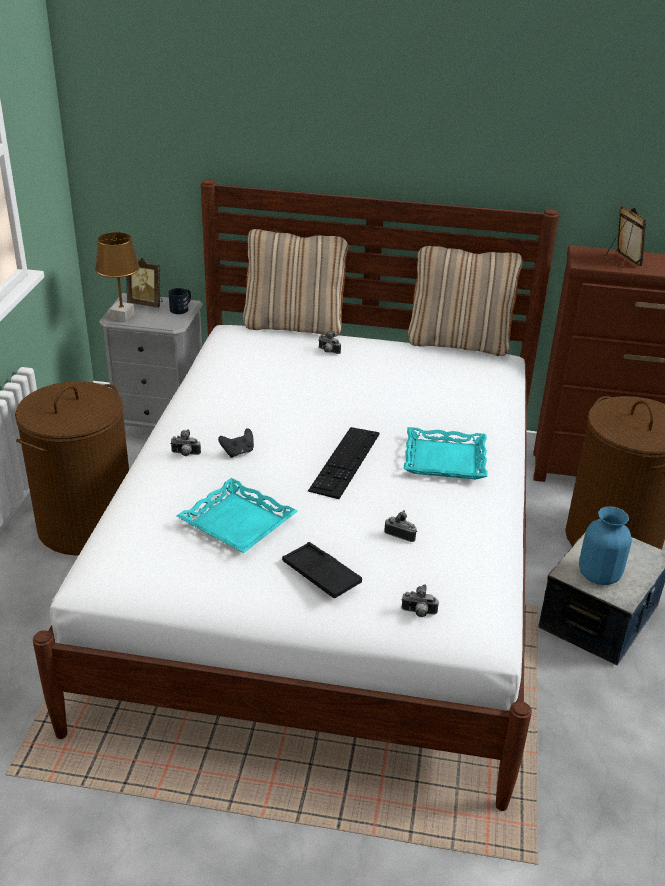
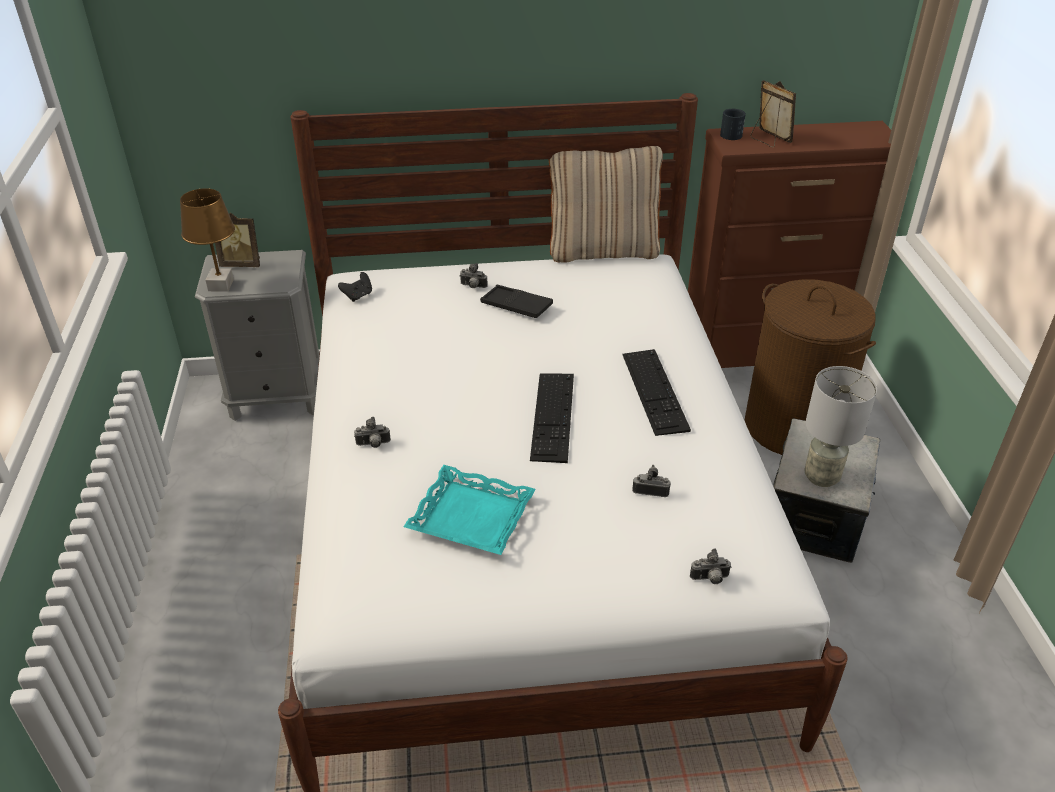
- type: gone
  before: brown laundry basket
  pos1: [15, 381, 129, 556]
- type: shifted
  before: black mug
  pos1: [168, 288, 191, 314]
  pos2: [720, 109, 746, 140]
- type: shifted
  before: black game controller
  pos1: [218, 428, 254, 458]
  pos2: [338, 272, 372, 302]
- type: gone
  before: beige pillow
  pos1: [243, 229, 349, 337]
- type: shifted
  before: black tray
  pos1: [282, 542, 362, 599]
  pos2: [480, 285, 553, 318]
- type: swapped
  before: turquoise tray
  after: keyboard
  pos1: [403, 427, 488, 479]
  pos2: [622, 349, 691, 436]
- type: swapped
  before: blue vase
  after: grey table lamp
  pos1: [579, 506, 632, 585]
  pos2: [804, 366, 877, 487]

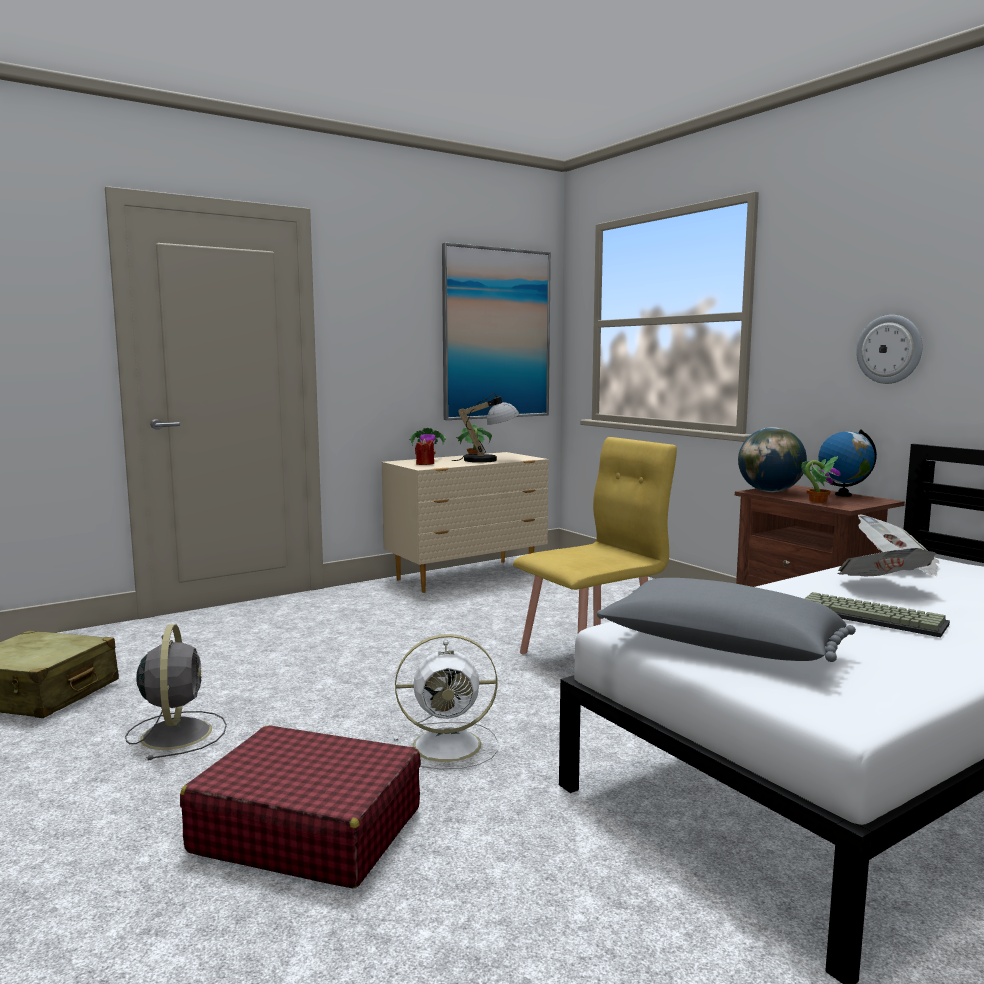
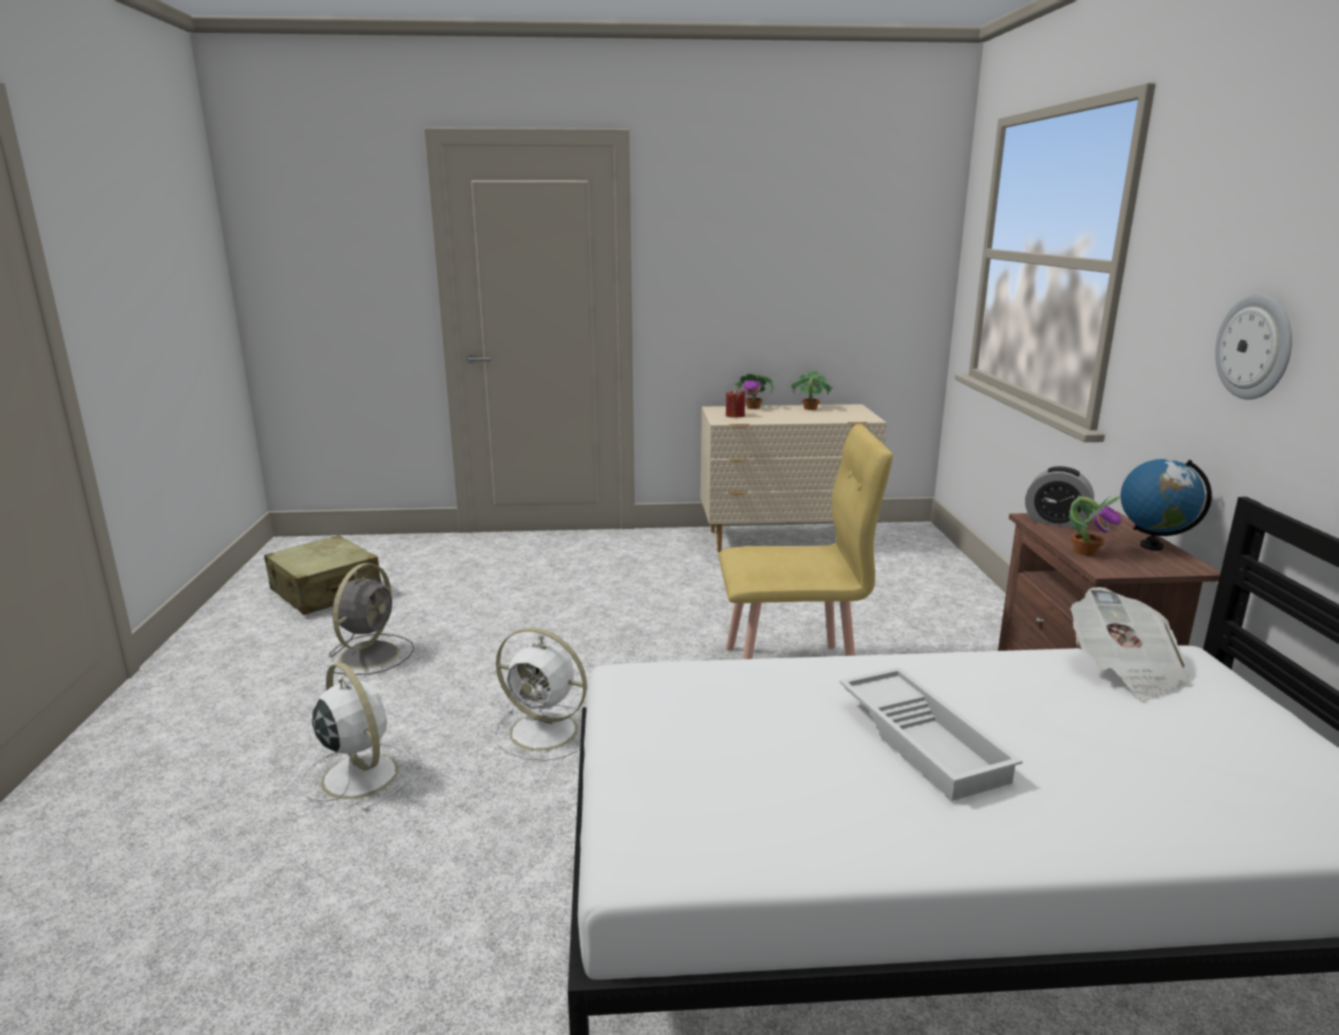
- type: swapped
  before: red suitcase
  after: white fan
  pos1: [180, 725, 421, 888]
  pos2: [299, 663, 415, 811]
- type: gone
  before: picture
  pos1: [442, 243, 551, 420]
- type: gone
  before: table lamp
  pos1: [452, 393, 520, 463]
- type: gone
  before: grey pillow
  pos1: [597, 578, 856, 662]
- type: swapped
  before: globe
  after: alarm clock
  pos1: [738, 427, 807, 492]
  pos2: [1025, 466, 1094, 528]
- type: swapped
  before: keyboard
  after: white tray
  pos1: [804, 592, 950, 637]
  pos2: [839, 667, 1023, 801]
- type: gone
  before: newspaper
  pos1: [837, 548, 936, 576]

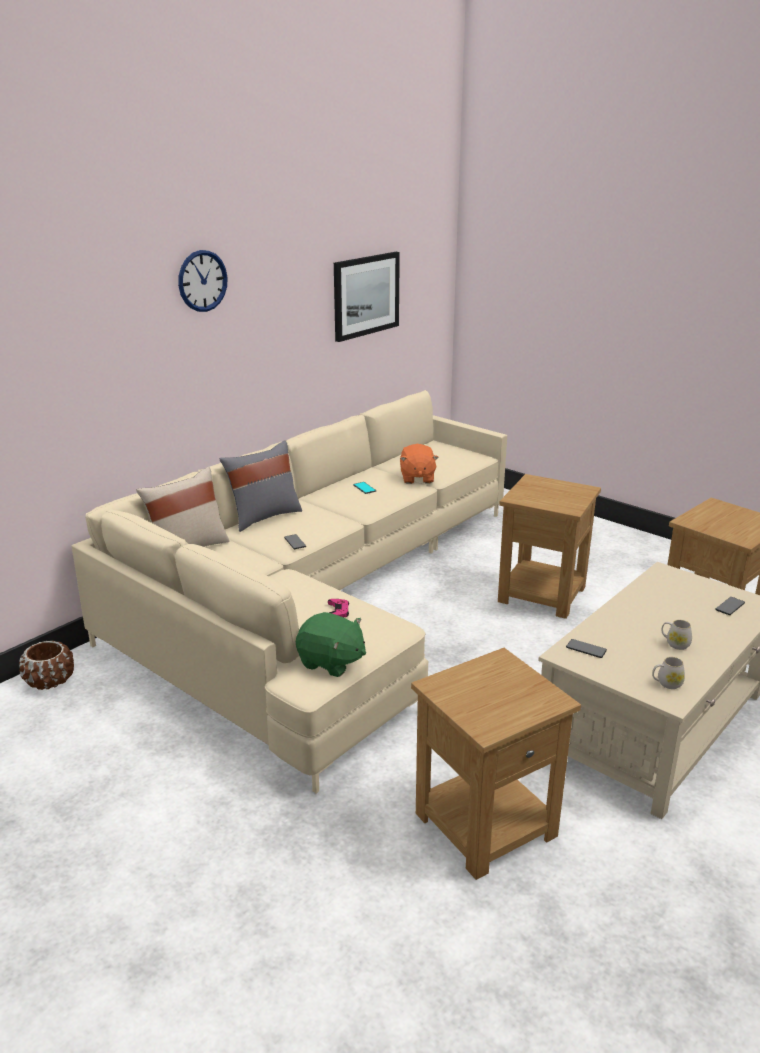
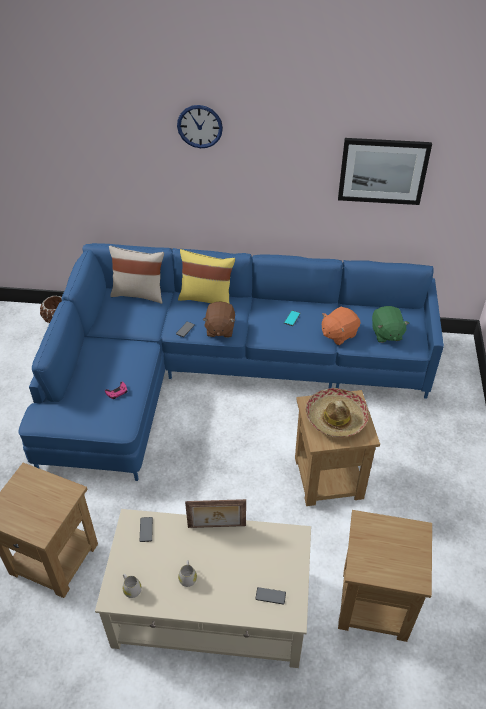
- type: repainted
  before: beige sofa
  after: blue sofa
  pos1: [71, 390, 507, 793]
  pos2: [18, 243, 444, 481]
- type: repainted
  before: grey pillow
  after: yellow pillow
  pos1: [219, 440, 302, 532]
  pos2: [178, 249, 235, 304]
- type: shifted
  before: green plush toy
  pos1: [296, 612, 366, 677]
  pos2: [372, 306, 409, 343]
- type: new
  after: picture frame
  pos2: [185, 499, 246, 528]
- type: new
  after: brown plush toy
  pos2: [203, 301, 235, 338]
- type: new
  after: hat
  pos2: [306, 388, 369, 437]

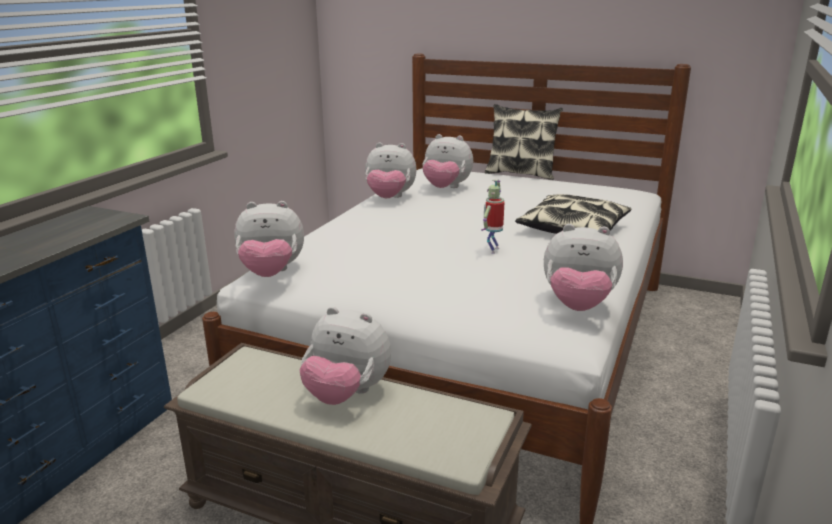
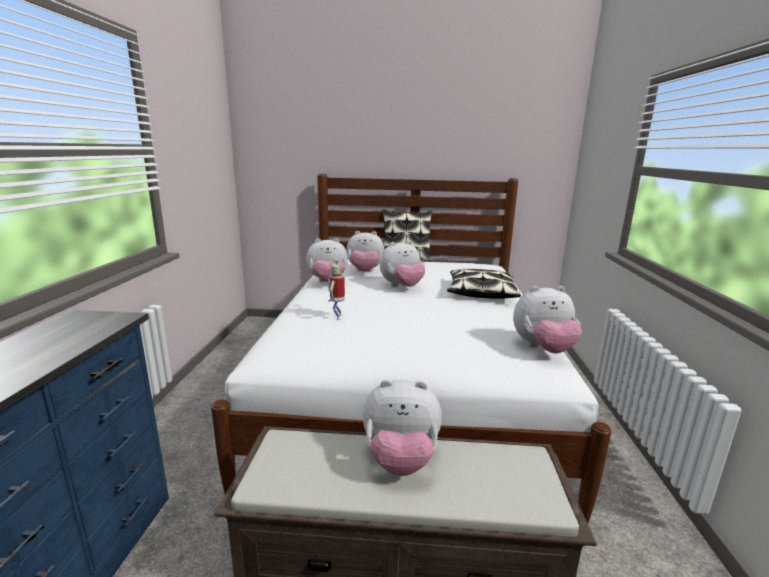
- type: shifted
  before: plush toy
  pos1: [234, 201, 304, 277]
  pos2: [380, 241, 425, 287]
- type: shifted
  before: toy robot
  pos1: [481, 179, 505, 254]
  pos2: [328, 259, 345, 319]

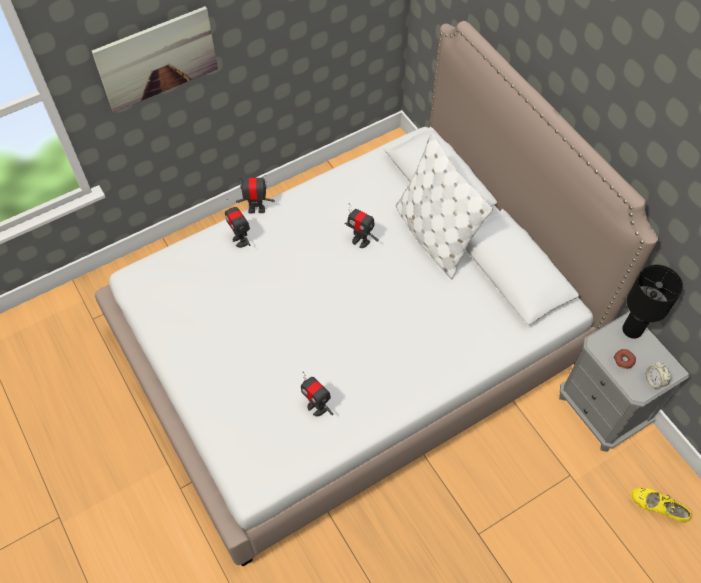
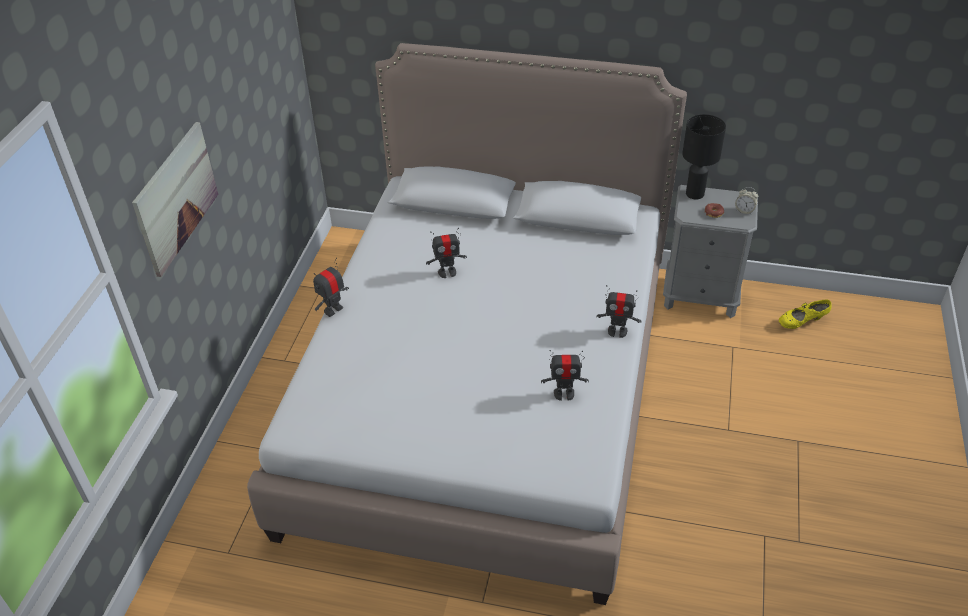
- type: shifted
  before: toy robot
  pos1: [225, 199, 250, 248]
  pos2: [597, 285, 641, 338]
- type: gone
  before: white pillow
  pos1: [396, 134, 493, 279]

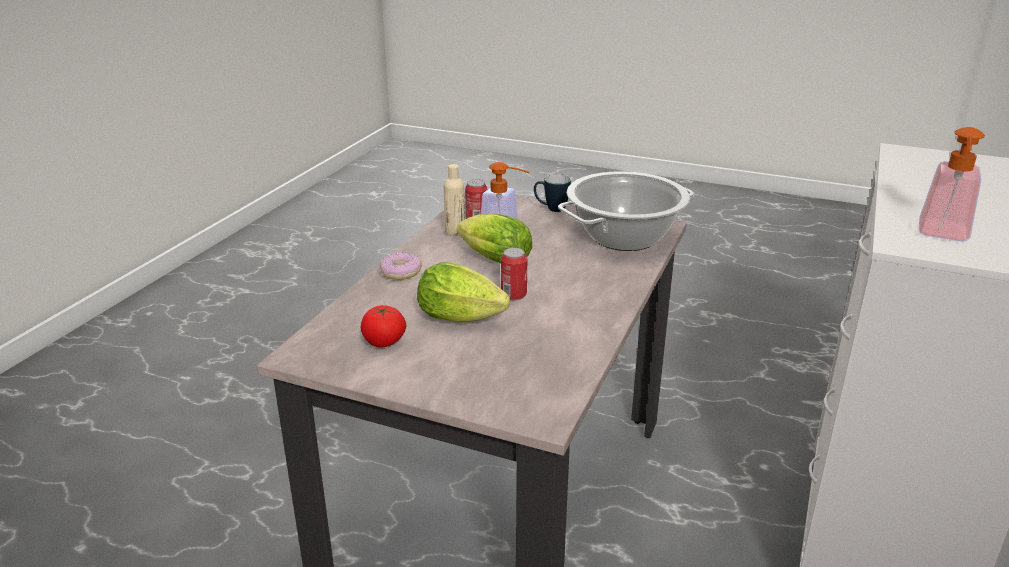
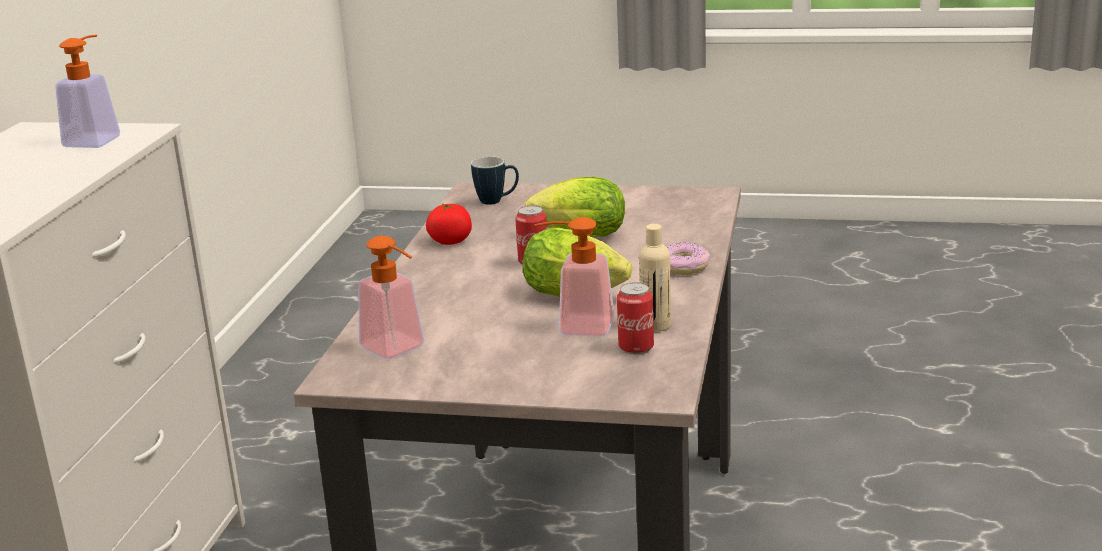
- type: shifted
  before: tomato
  pos1: [361, 305, 406, 348]
  pos2: [426, 204, 472, 245]
- type: shifted
  before: mug
  pos1: [534, 174, 571, 212]
  pos2: [471, 157, 519, 205]
- type: swapped
  before: cooking pot
  after: soap dispenser
  pos1: [558, 171, 694, 251]
  pos2: [358, 236, 424, 359]

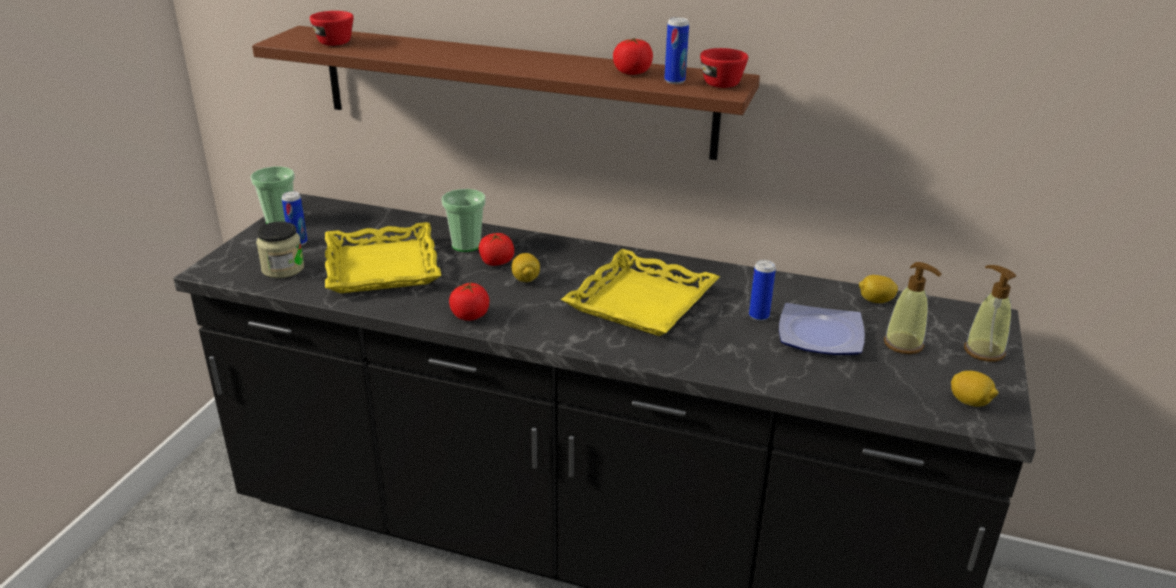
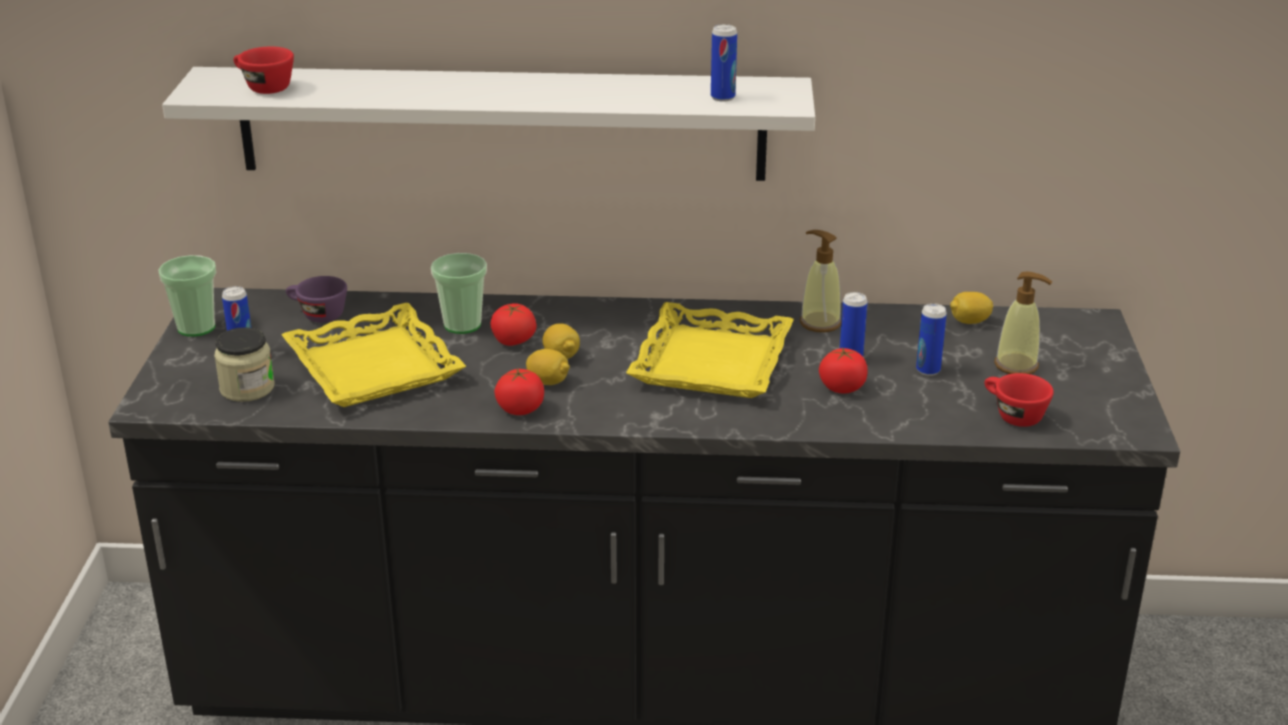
- type: repainted
  before: brown shelf
  after: white shelf
  pos1: [252, 26, 760, 160]
  pos2: [162, 67, 815, 181]
- type: shifted
  before: tomato
  pos1: [613, 38, 653, 75]
  pos2: [819, 347, 868, 393]
- type: shifted
  before: red cup
  pos1: [700, 48, 748, 88]
  pos2: [984, 373, 1054, 427]
- type: swapped
  before: plate
  after: can
  pos1: [779, 303, 865, 355]
  pos2: [916, 303, 947, 376]
- type: shifted
  before: lemon
  pos1: [951, 371, 999, 407]
  pos2: [526, 349, 570, 385]
- type: shifted
  before: soap dispenser
  pos1: [964, 265, 1017, 362]
  pos2: [800, 230, 842, 332]
- type: new
  after: purple cup
  pos2: [286, 276, 347, 323]

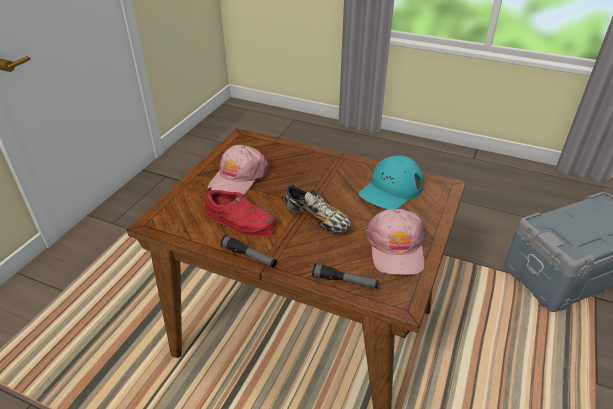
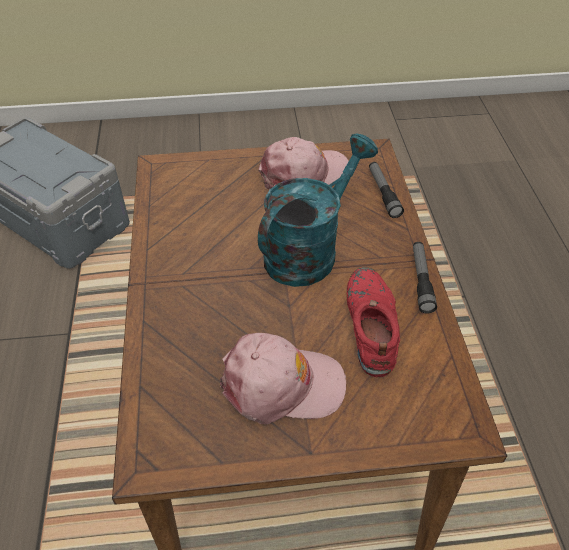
- type: swapped
  before: shoe
  after: turquoise watering can
  pos1: [285, 184, 352, 233]
  pos2: [258, 133, 378, 287]
- type: gone
  before: turquoise cap
  pos1: [359, 155, 424, 209]

